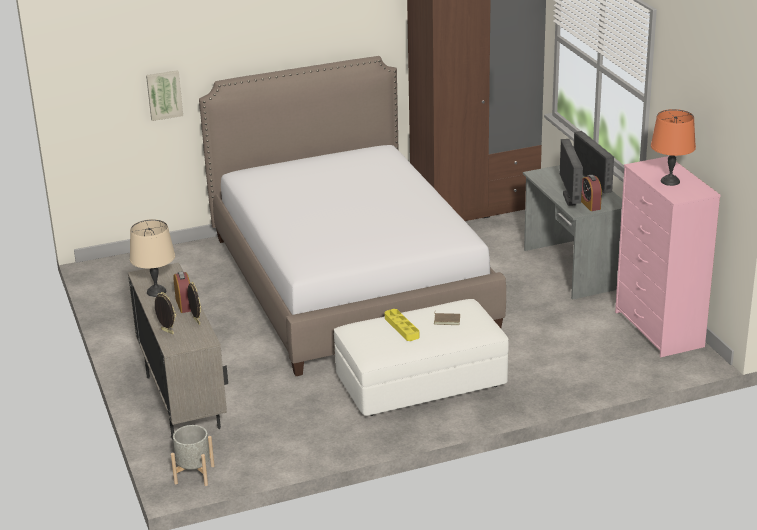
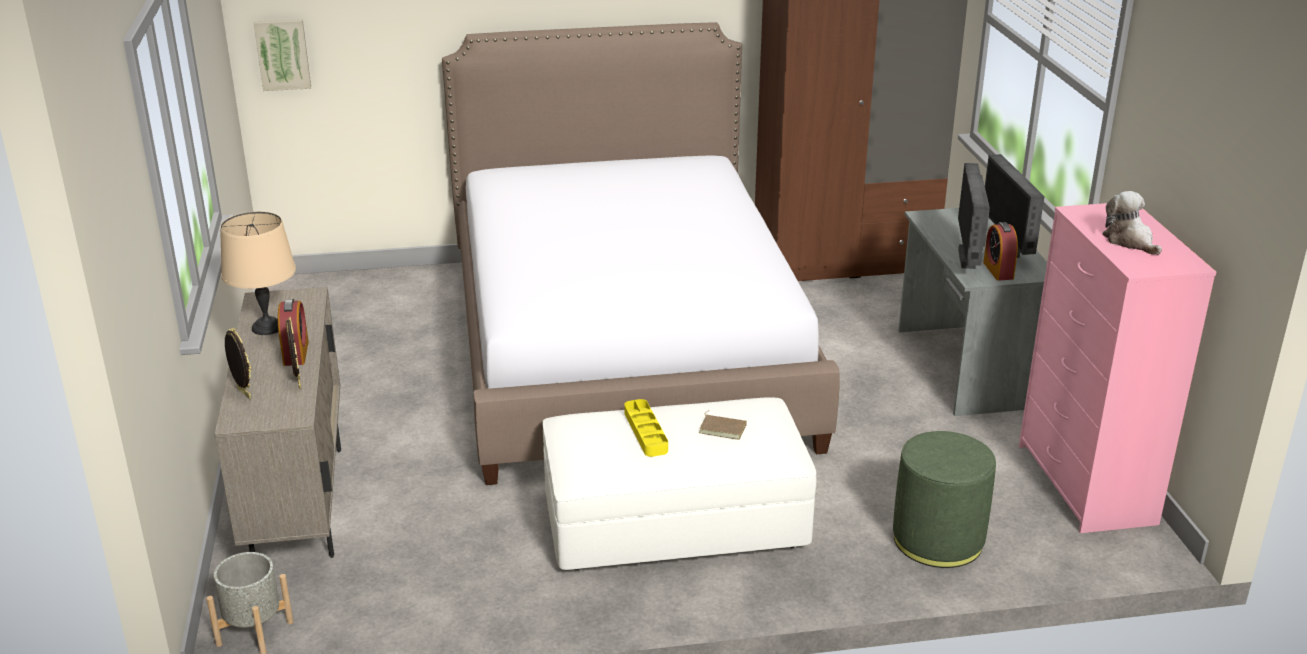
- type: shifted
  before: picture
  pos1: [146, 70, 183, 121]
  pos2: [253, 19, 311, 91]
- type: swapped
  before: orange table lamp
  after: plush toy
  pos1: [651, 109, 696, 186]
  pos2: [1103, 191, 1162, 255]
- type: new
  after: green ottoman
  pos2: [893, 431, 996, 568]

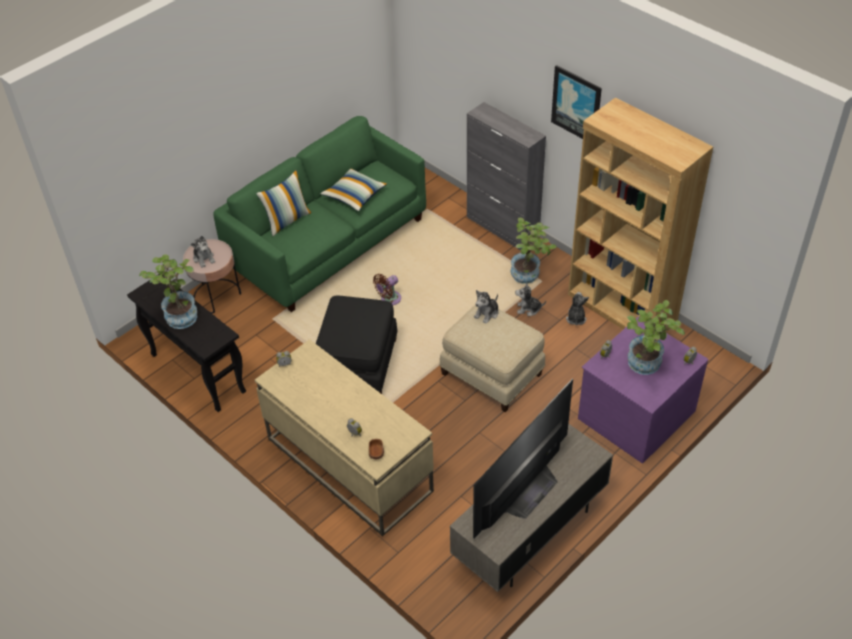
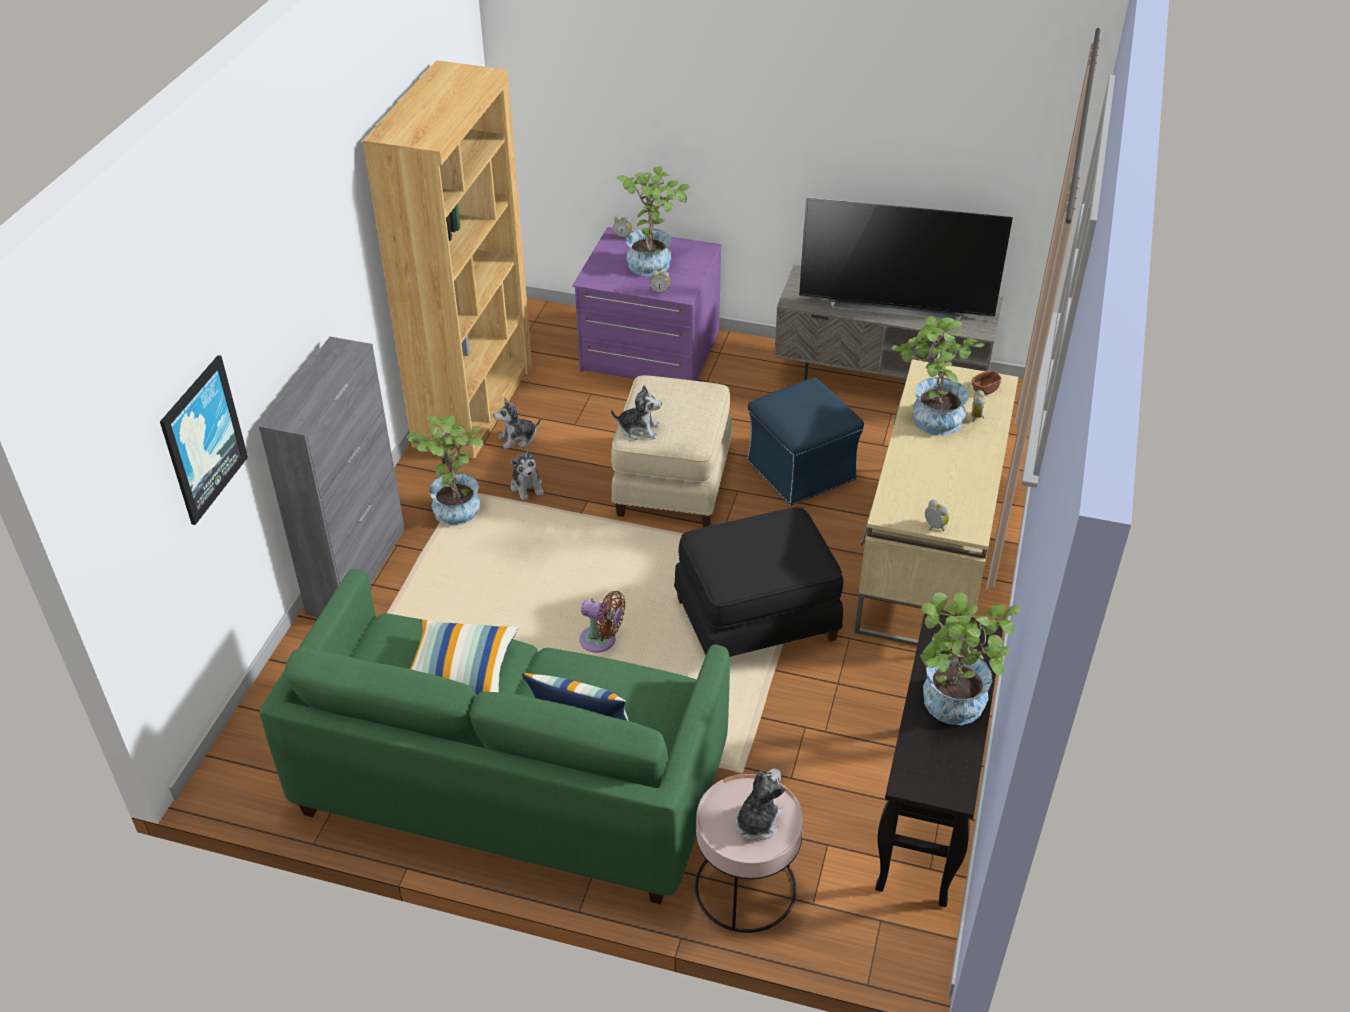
- type: shifted
  before: picture
  pos1: [551, 65, 602, 139]
  pos2: [160, 355, 248, 525]
- type: new
  after: blue ottoman
  pos2: [747, 378, 864, 506]
- type: new
  after: potted plant
  pos2: [892, 316, 984, 436]

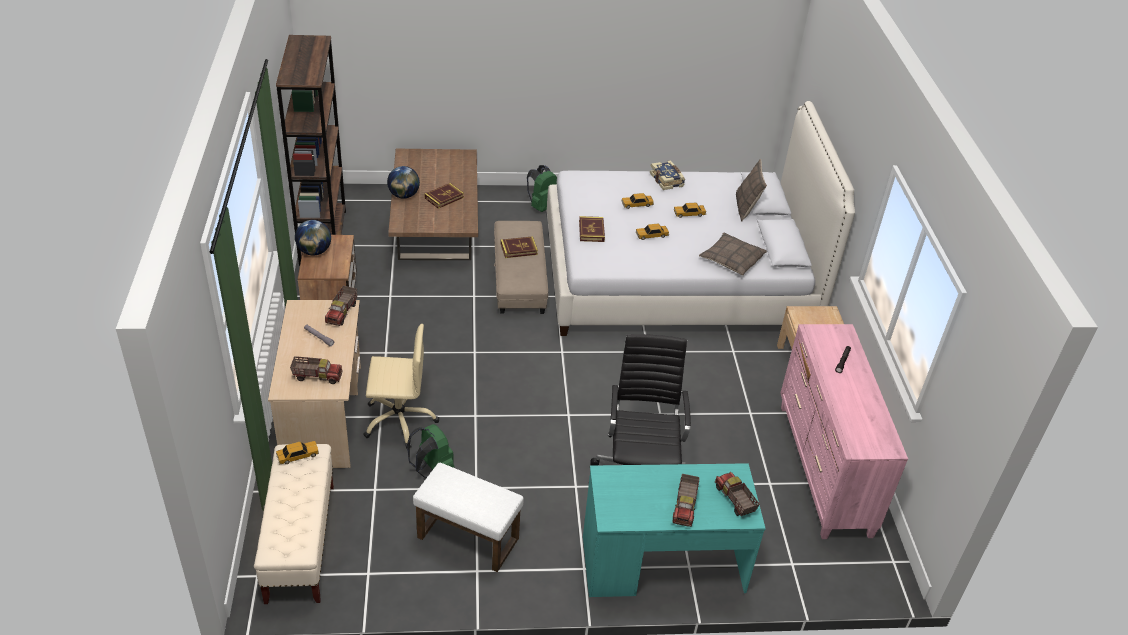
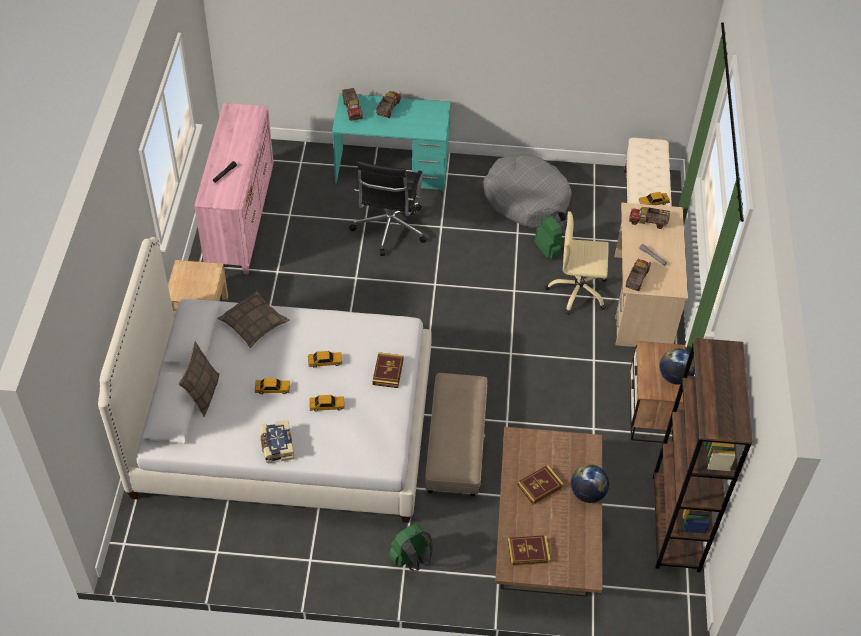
- type: swapped
  before: white ottoman
  after: grey dog bed
  pos1: [413, 463, 524, 572]
  pos2: [483, 154, 572, 228]
- type: shifted
  before: book
  pos1: [501, 236, 538, 258]
  pos2: [507, 535, 551, 566]

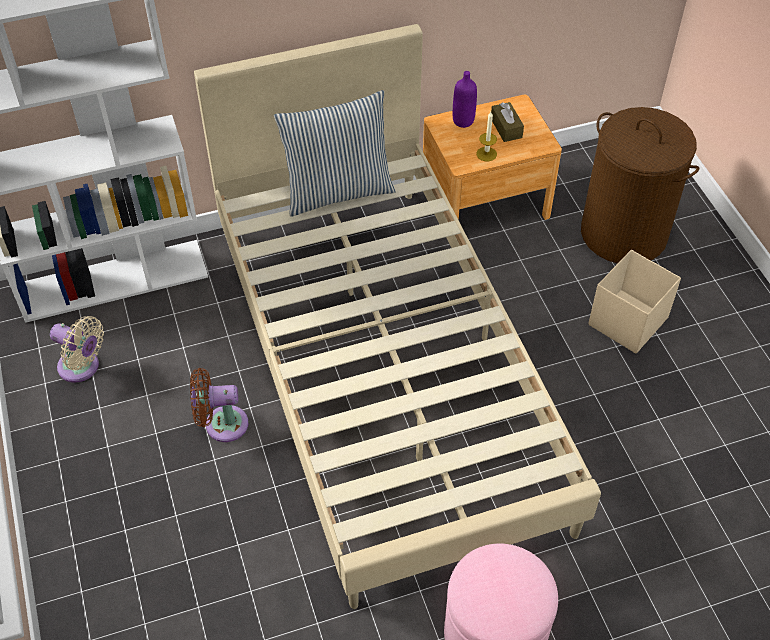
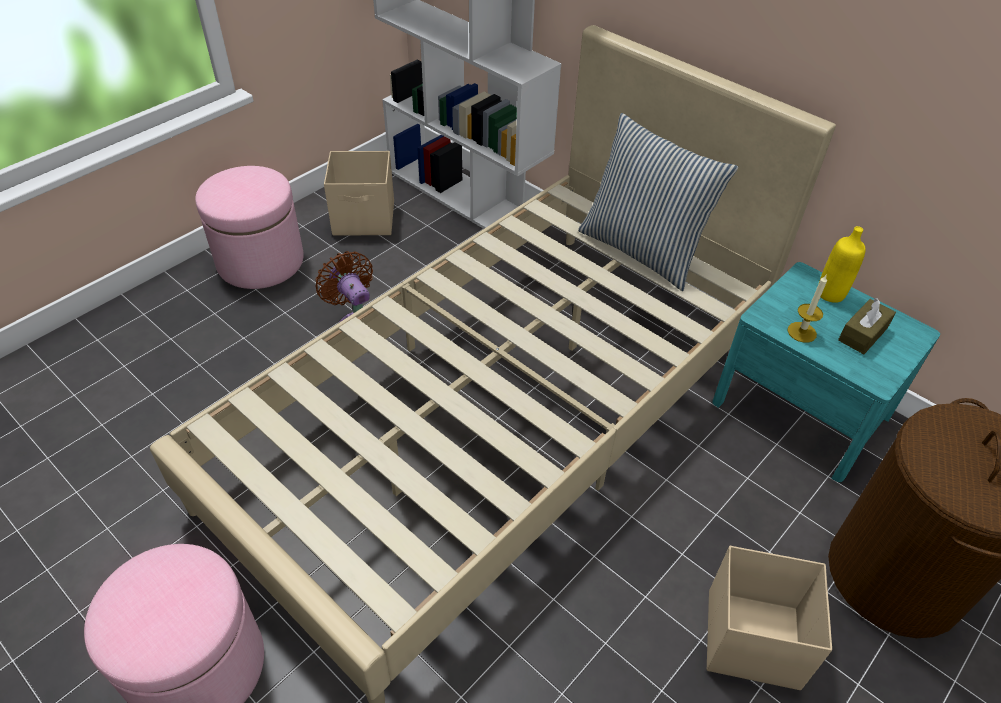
- type: swapped
  before: beige fan
  after: beige storage box
  pos1: [50, 316, 104, 383]
  pos2: [324, 151, 394, 236]
- type: repainted
  before: brown nightstand
  after: turquoise nightstand
  pos1: [423, 95, 562, 220]
  pos2: [712, 262, 940, 482]
- type: repainted
  before: purple bottle
  after: yellow bottle
  pos1: [453, 71, 477, 128]
  pos2: [819, 226, 866, 303]
- type: new
  after: pink ottoman
  pos2: [195, 166, 304, 289]

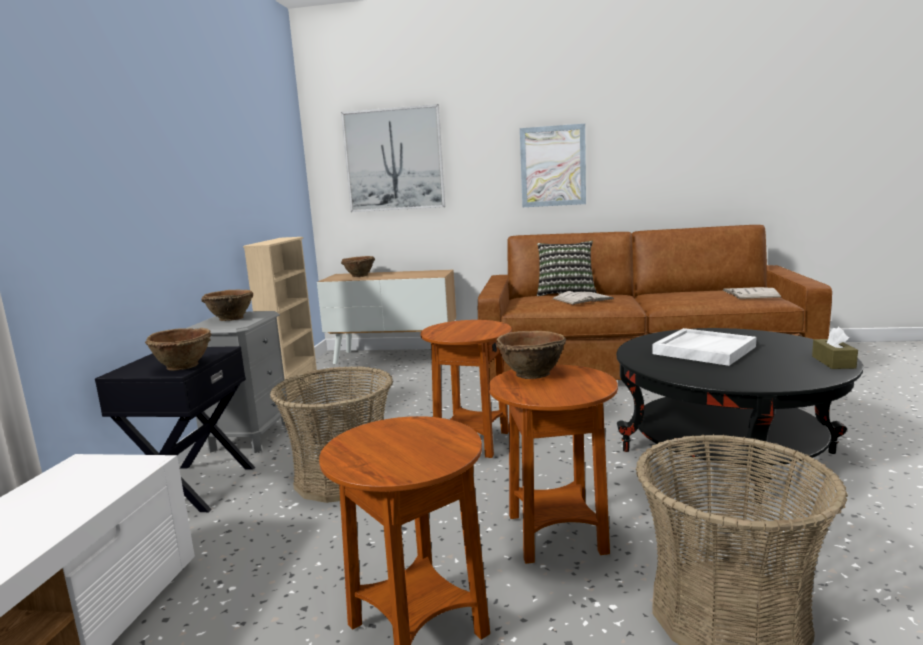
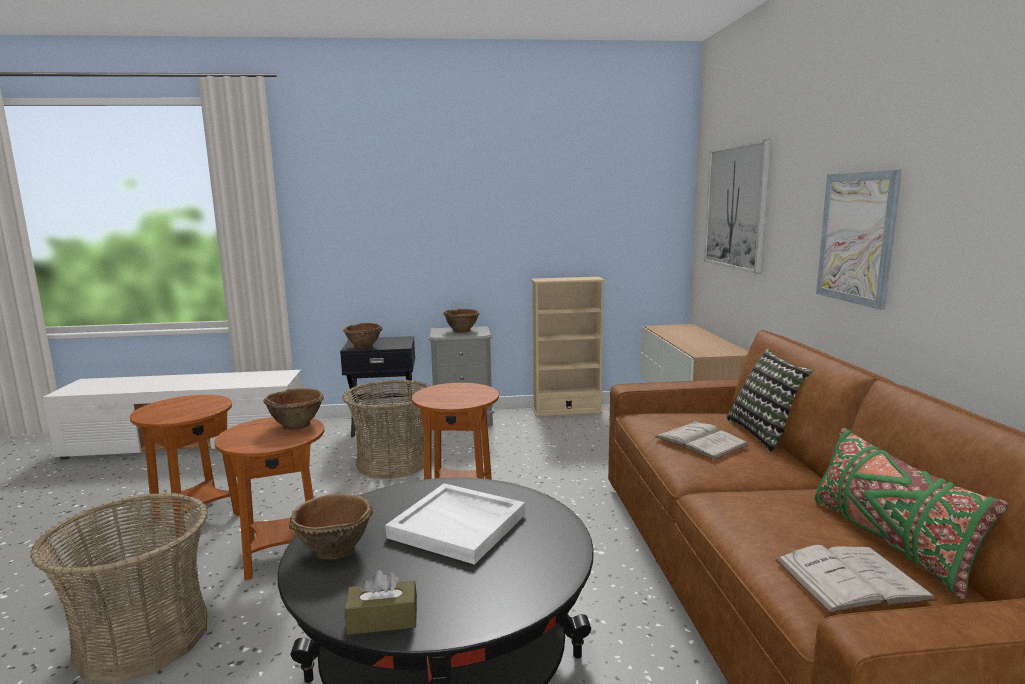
- type: shifted
  before: brown bowl
  pos1: [341, 256, 375, 277]
  pos2: [289, 494, 373, 559]
- type: new
  after: green pillow
  pos2: [815, 428, 1008, 600]

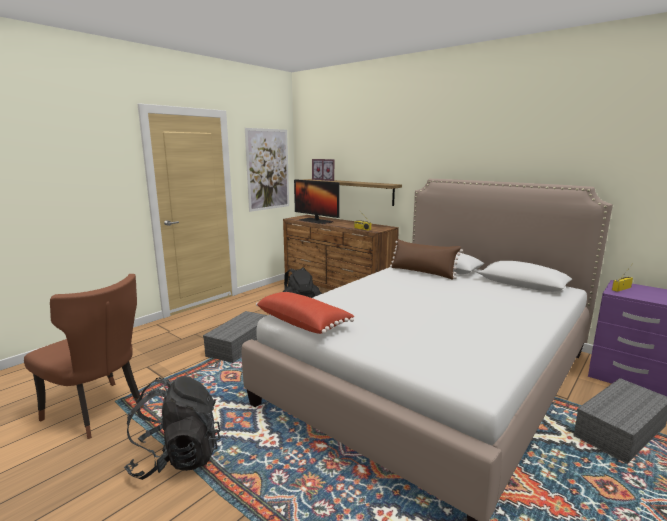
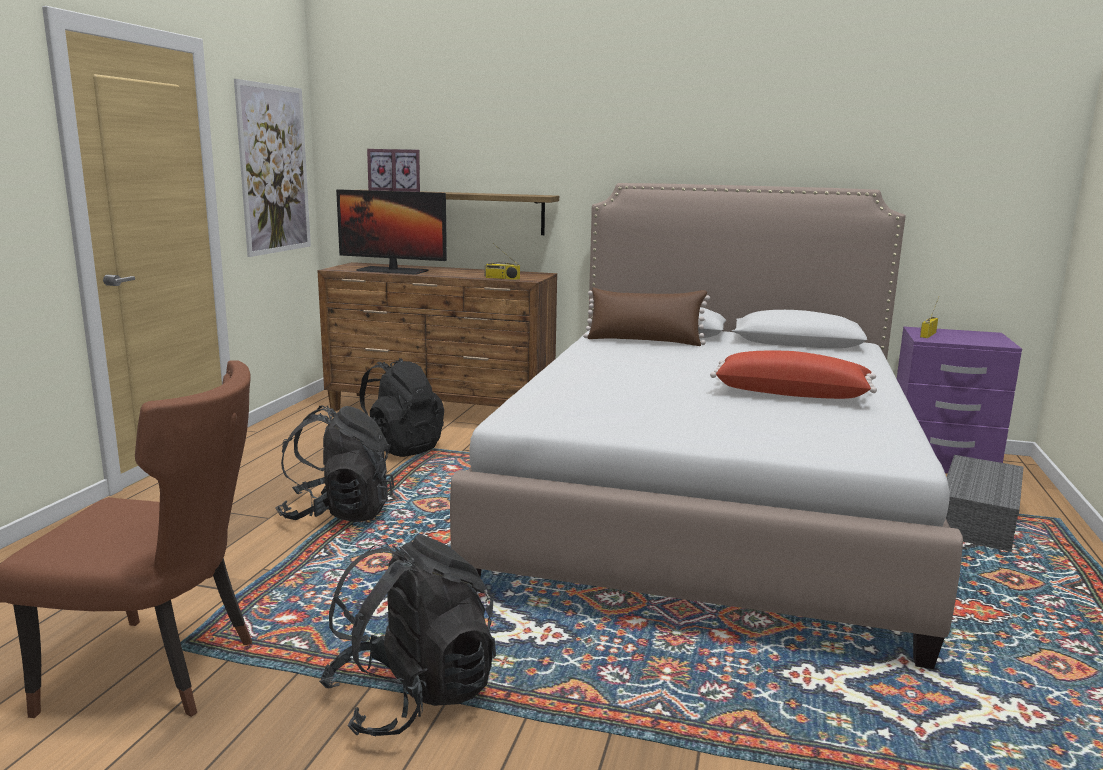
- type: swapped
  before: grey storage box
  after: black backpack
  pos1: [203, 311, 268, 363]
  pos2: [275, 406, 394, 522]
- type: shifted
  before: red pillow
  pos1: [256, 292, 354, 334]
  pos2: [710, 351, 877, 399]

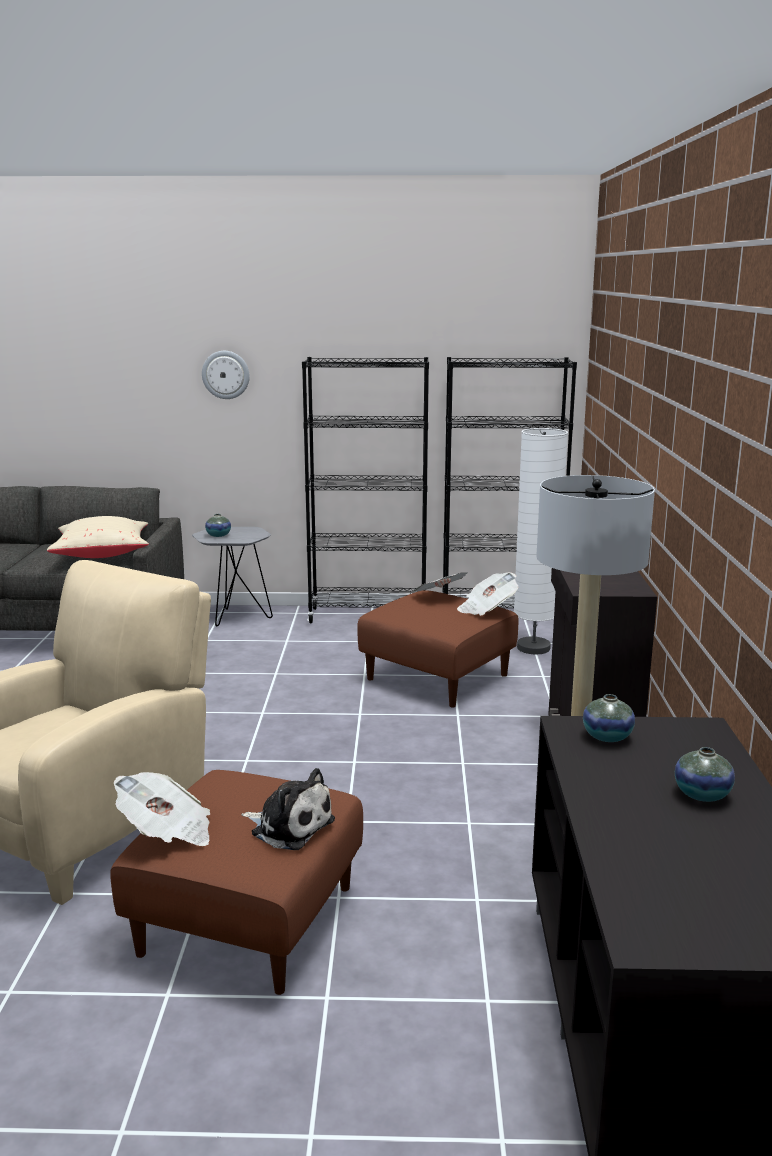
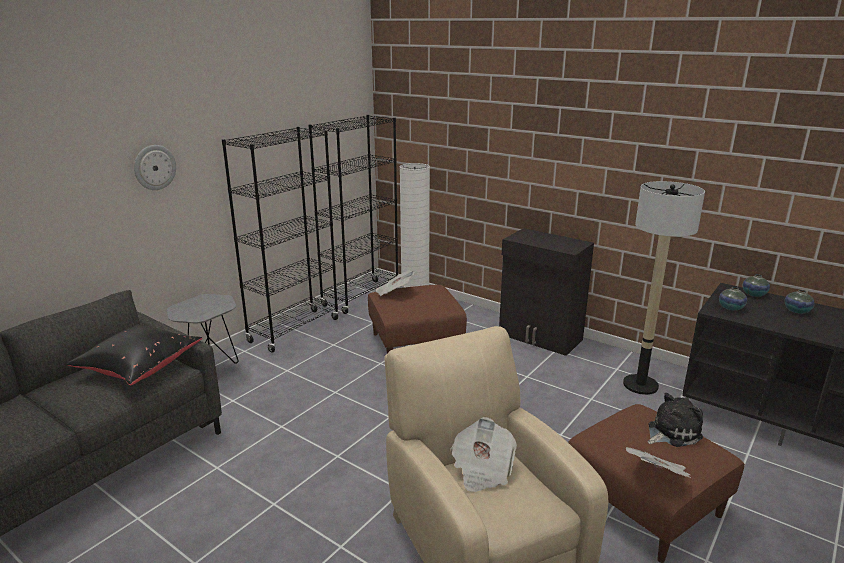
- type: repainted
  before: beige pillow
  after: black pillow
  pos1: [47, 516, 149, 558]
  pos2: [67, 324, 202, 385]
- type: shifted
  before: vase
  pos1: [205, 514, 231, 537]
  pos2: [743, 274, 770, 297]
- type: shifted
  before: newspaper
  pos1: [457, 572, 519, 616]
  pos2: [451, 417, 517, 492]

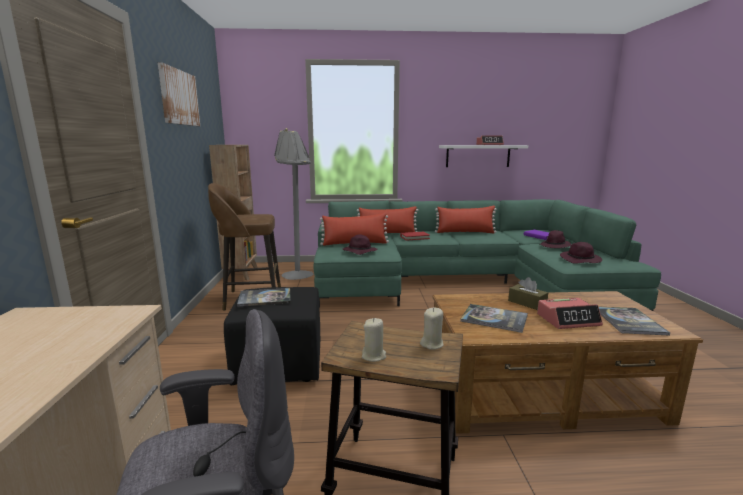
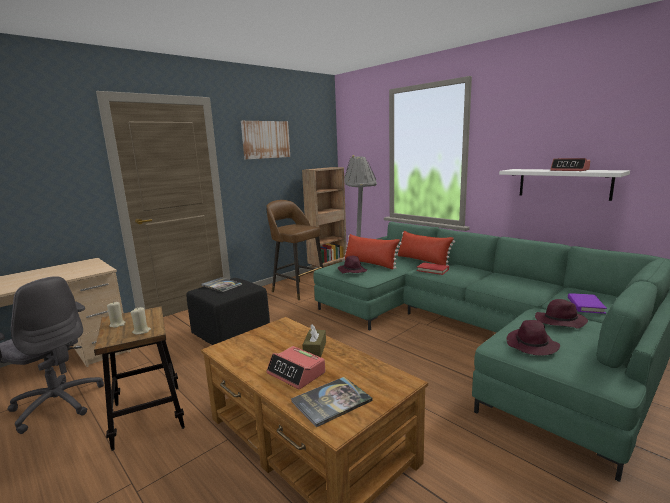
- type: gone
  before: red pillow
  pos1: [435, 206, 497, 234]
- type: gone
  before: book
  pos1: [460, 304, 528, 333]

